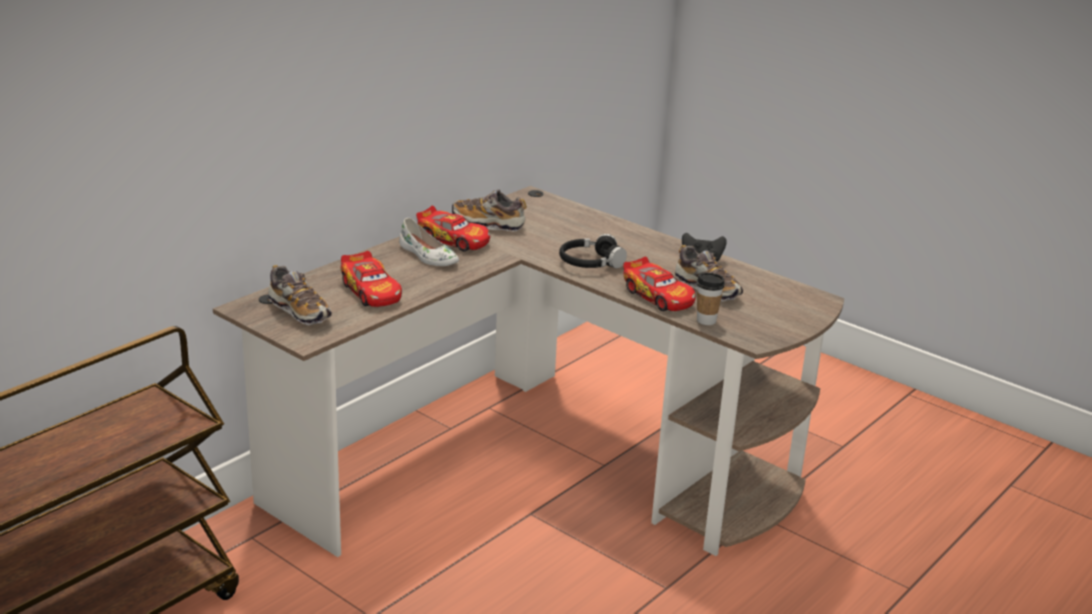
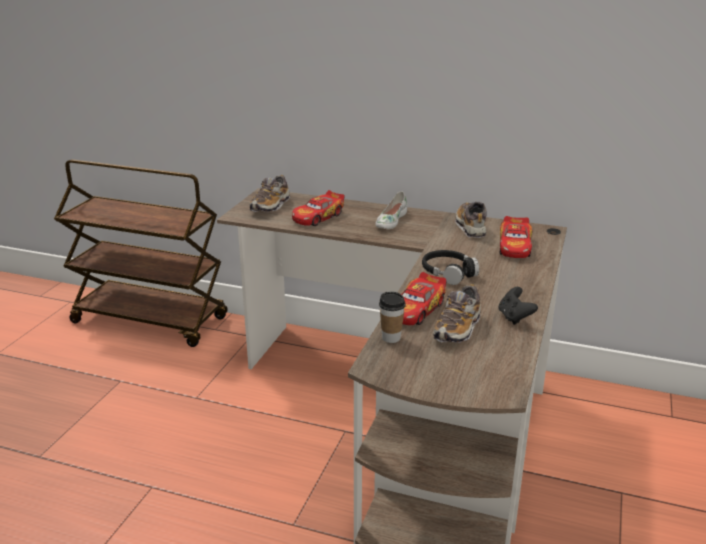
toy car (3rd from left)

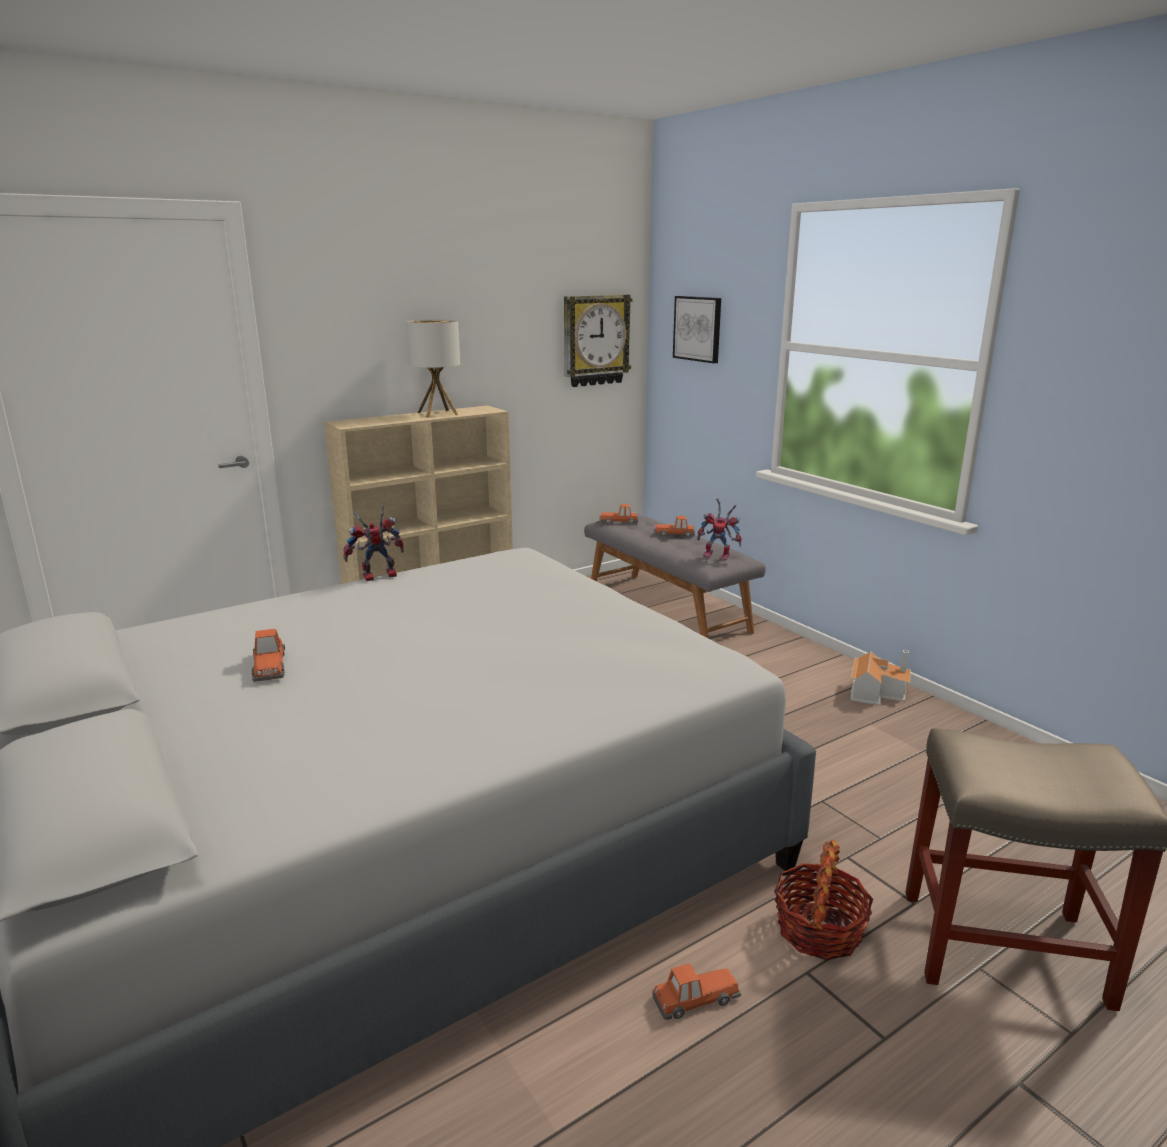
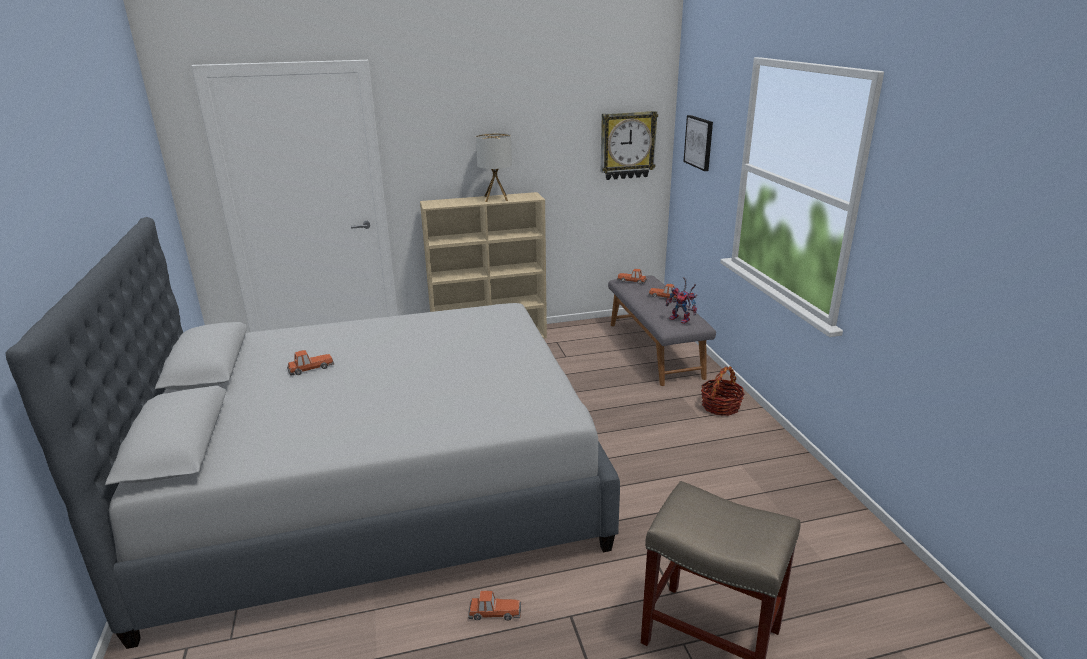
toy robot (1st from left in the first image)
toy car (1st from left)
toy house
basket

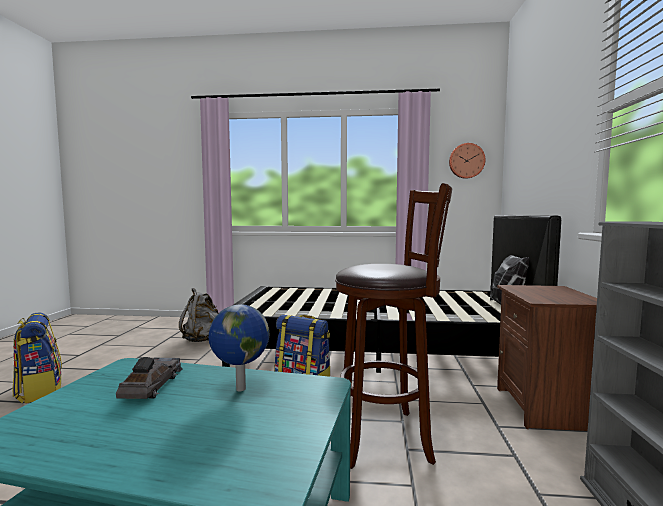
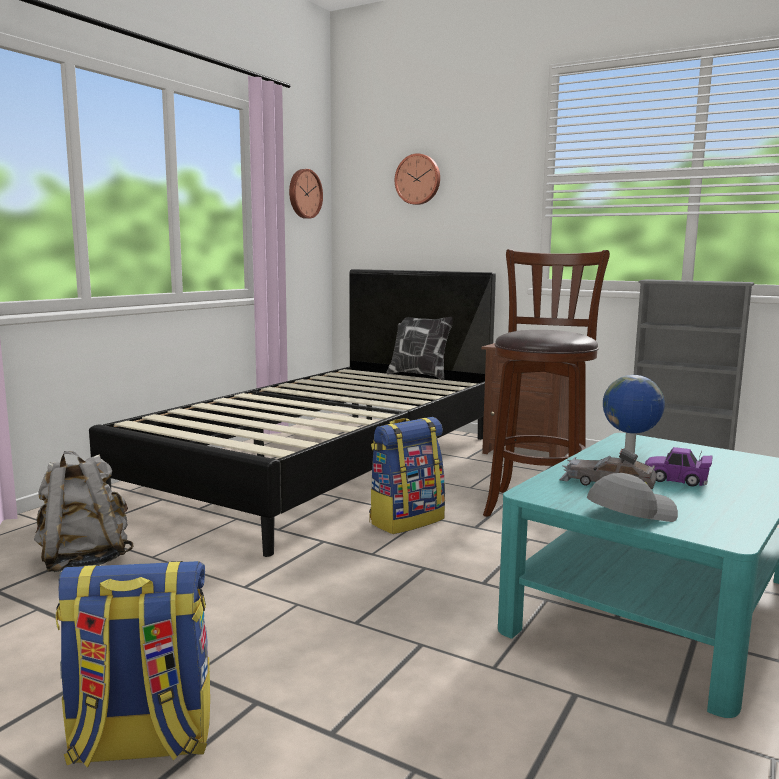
wall clock (2nd from left)
purple toy car
grey cap

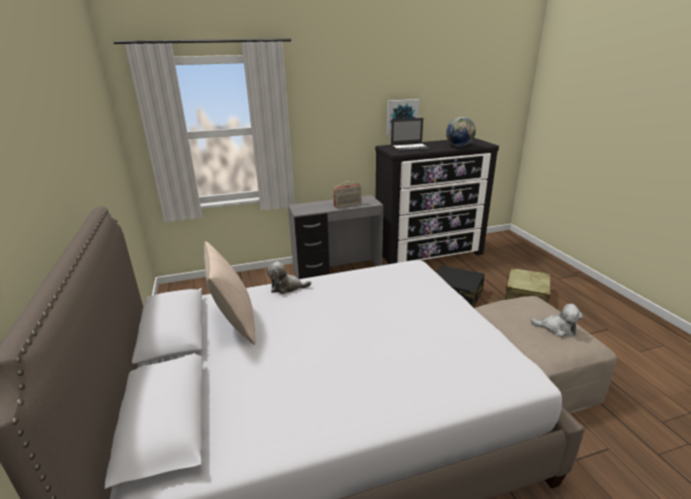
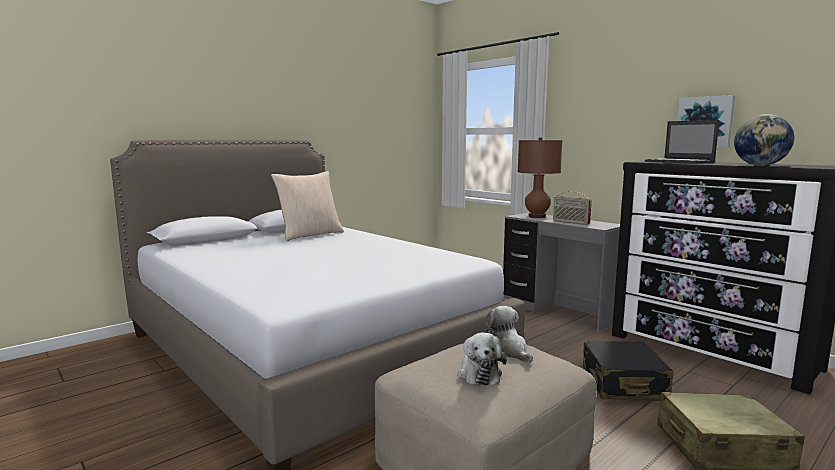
plush toy (2nd from left)
brown table lamp

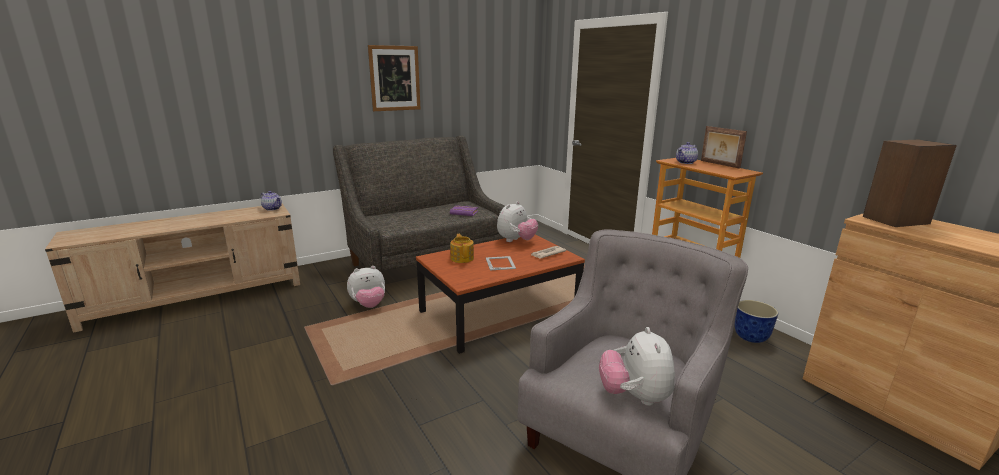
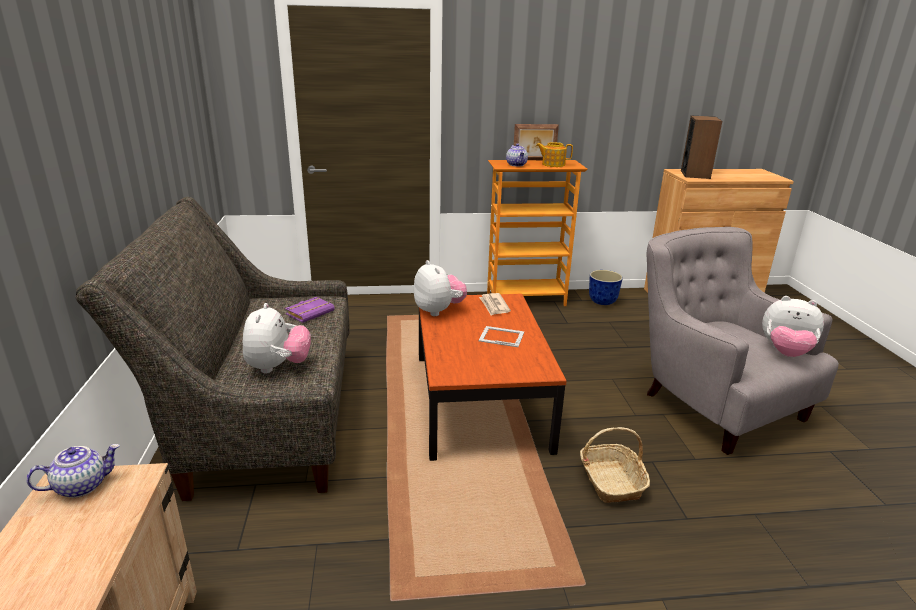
picture
teapot (3rd from left)
plush toy (1st from left)
basket

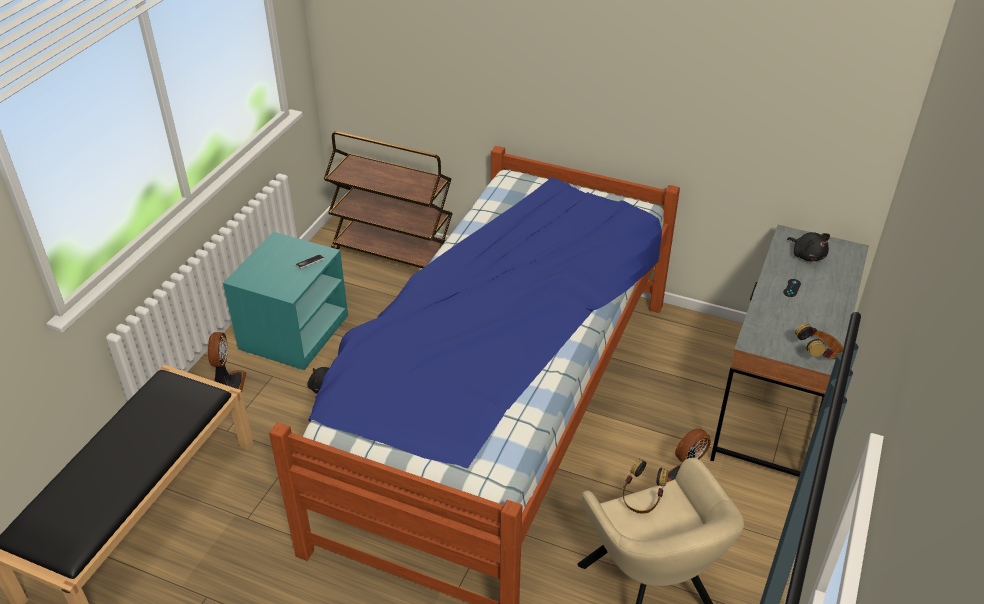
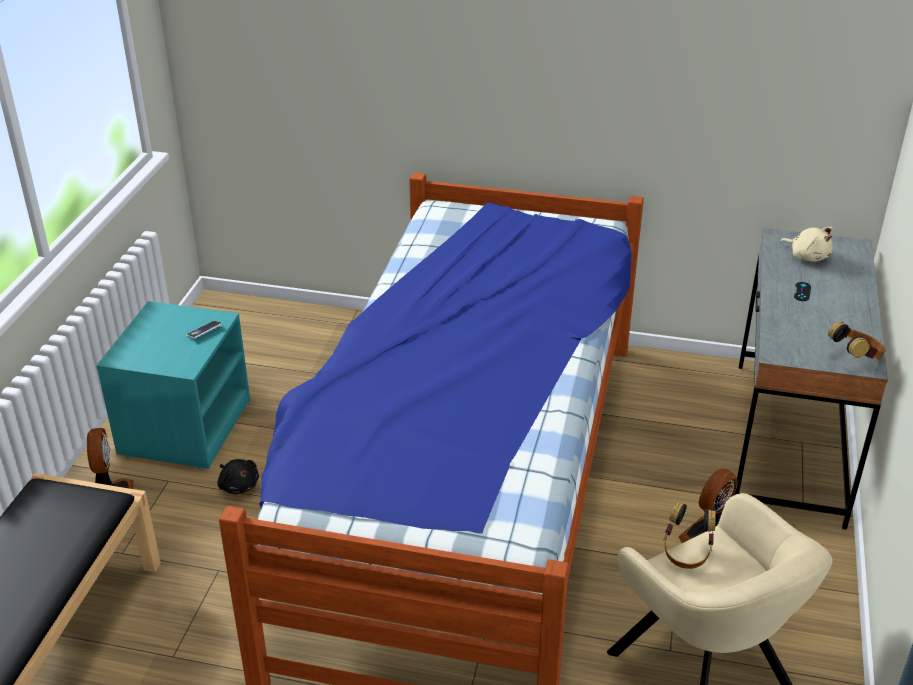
brown cart
beige plush toy

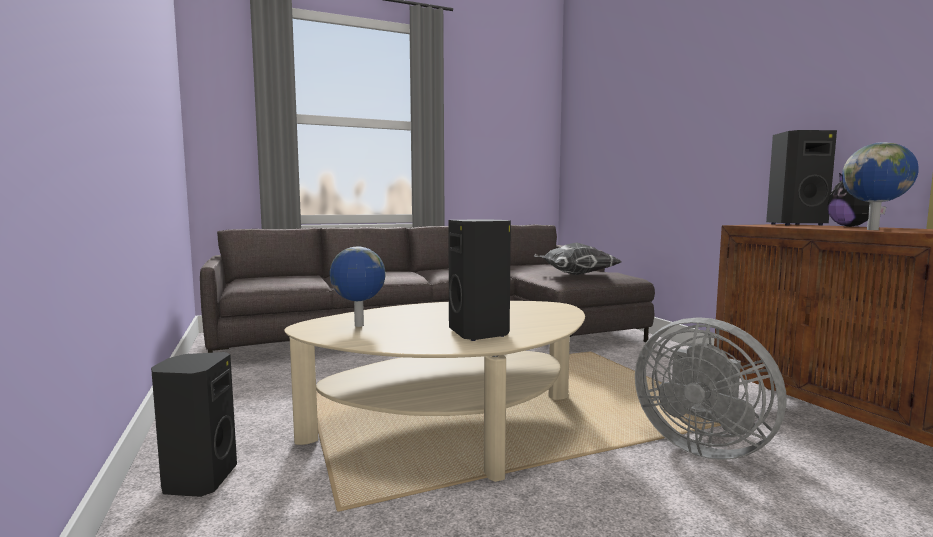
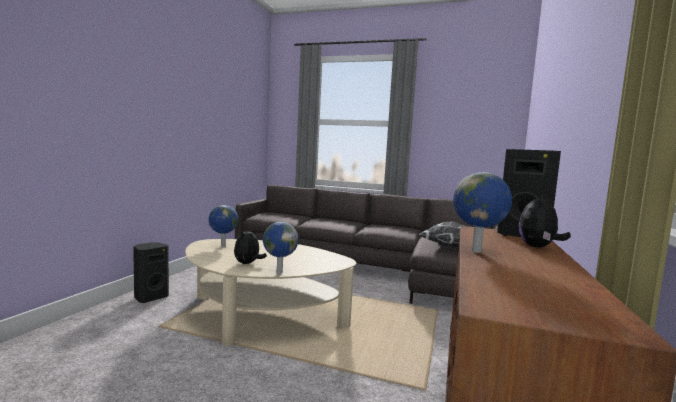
plush toy (1st from left)
grey fan
globe (2nd from left)

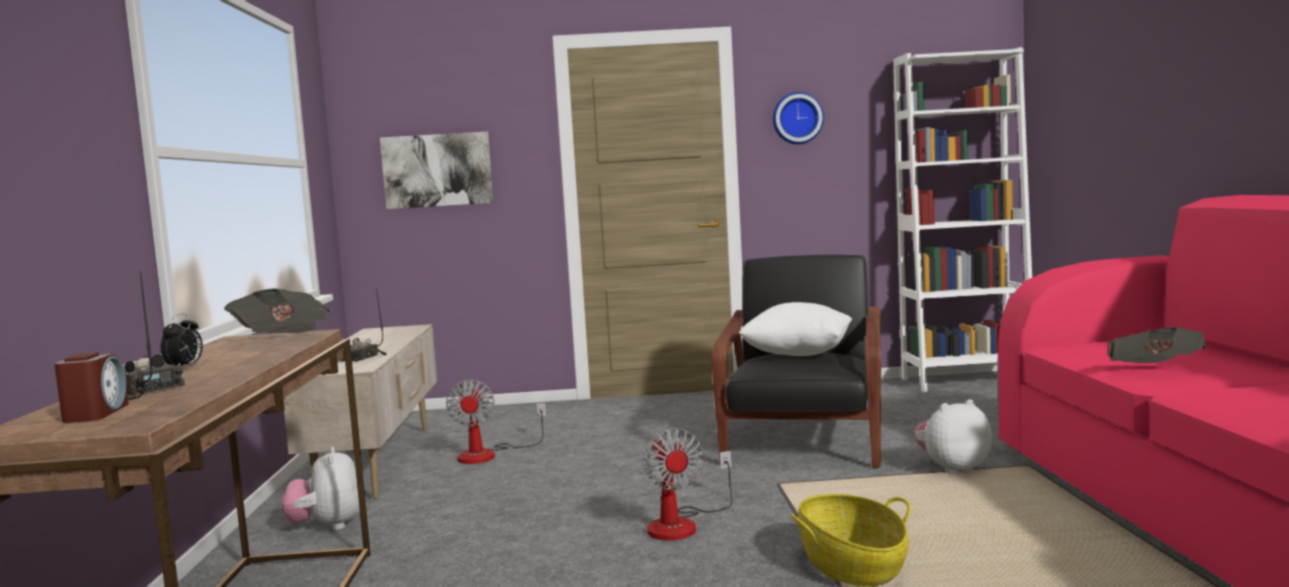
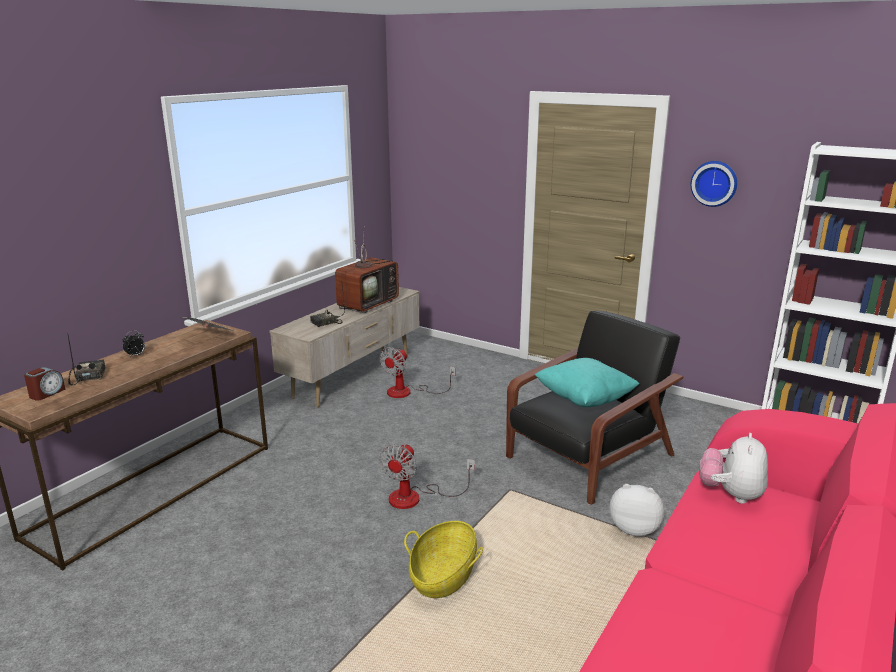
picture
turquoise pillow
newspaper (2nd from left in the first image)
plush toy (2nd from left)
television

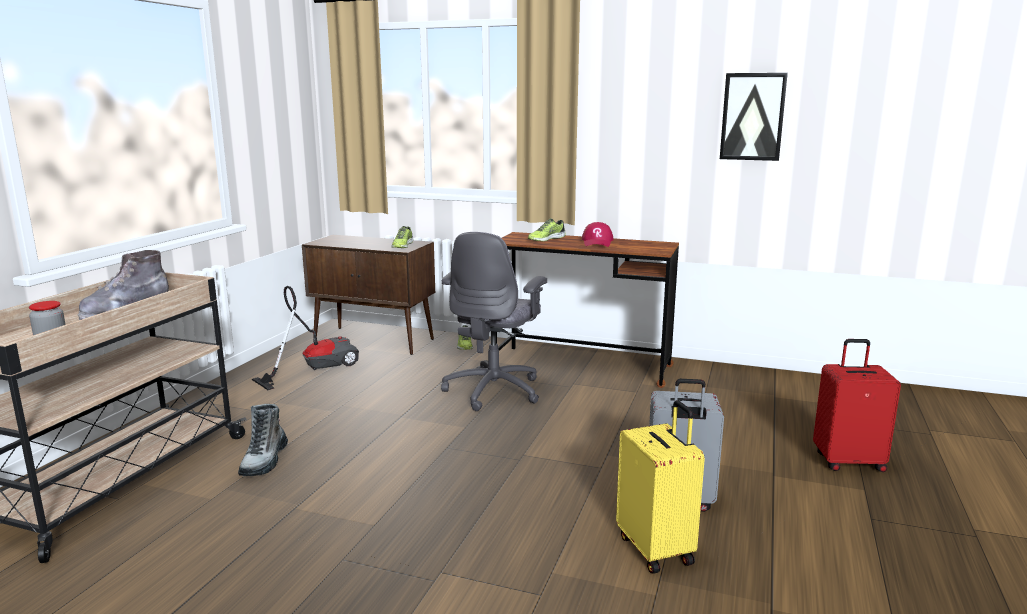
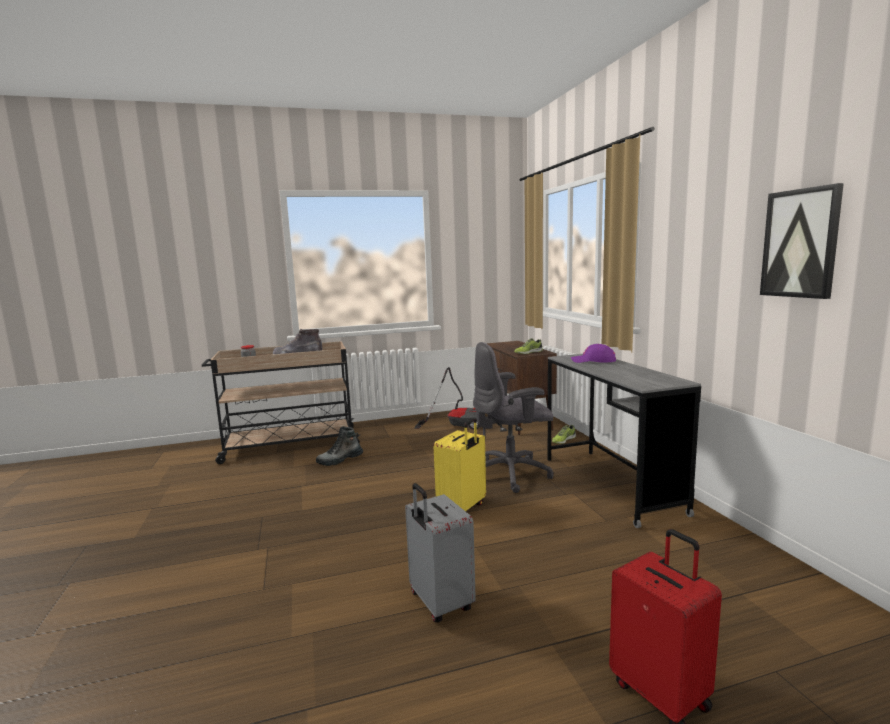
purple cap
red cap
grey desk
yellow suitcase

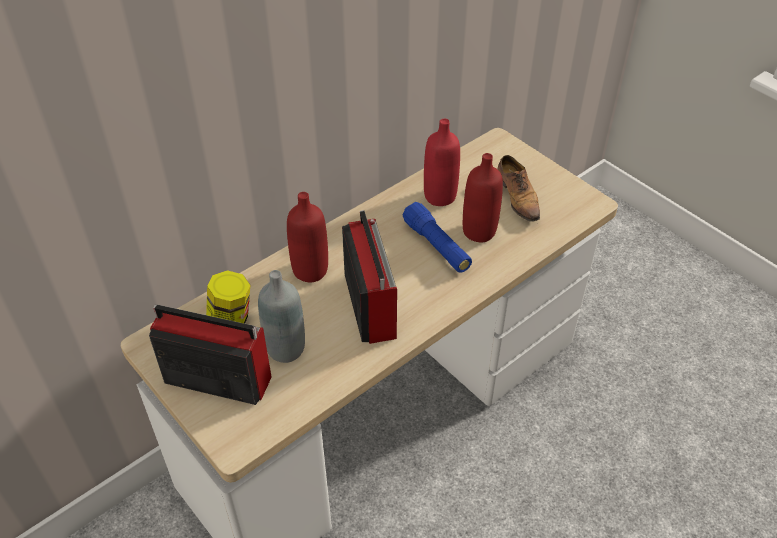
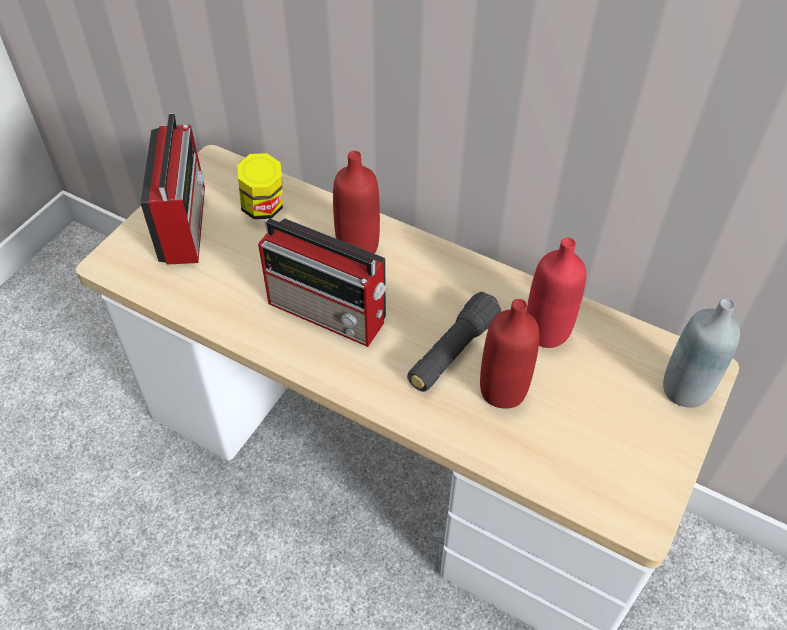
shoe
black flashlight
radio (2nd from left)
grey bottle

